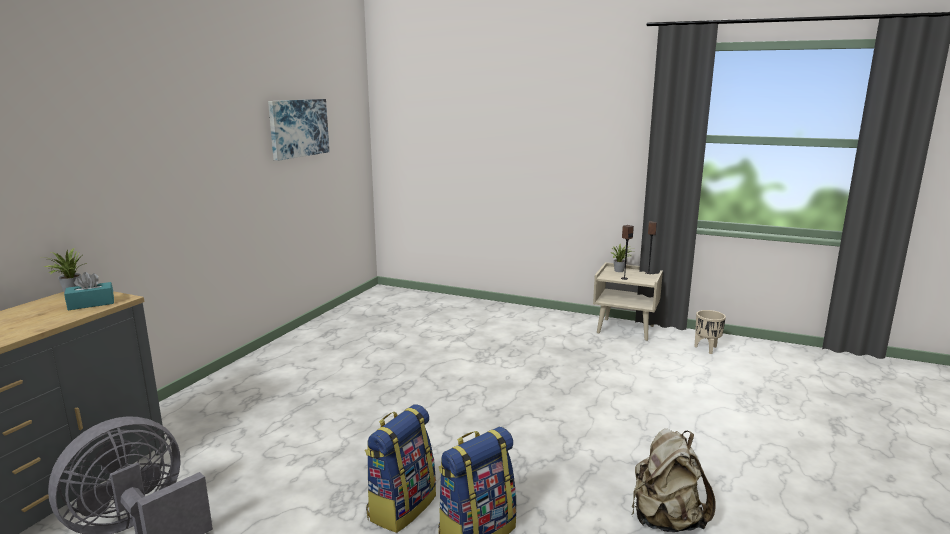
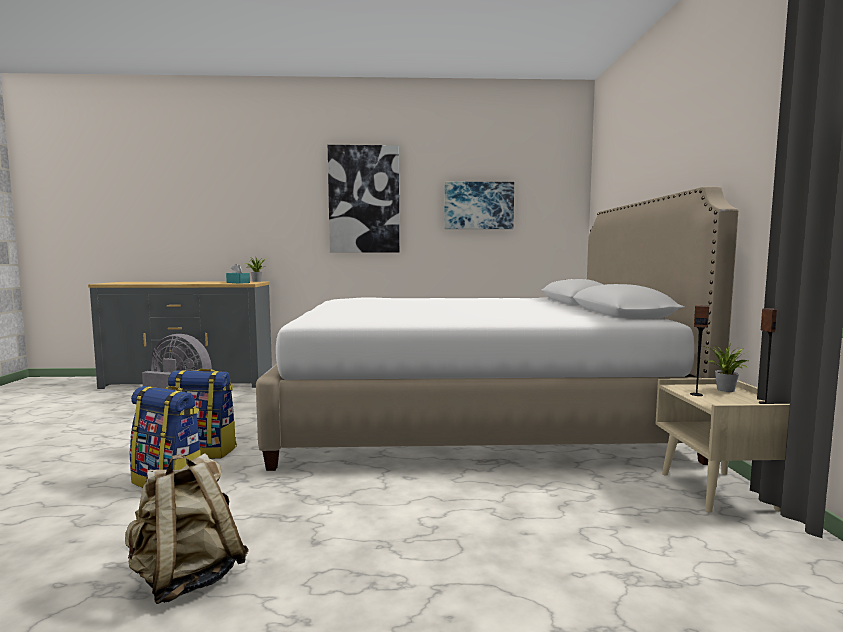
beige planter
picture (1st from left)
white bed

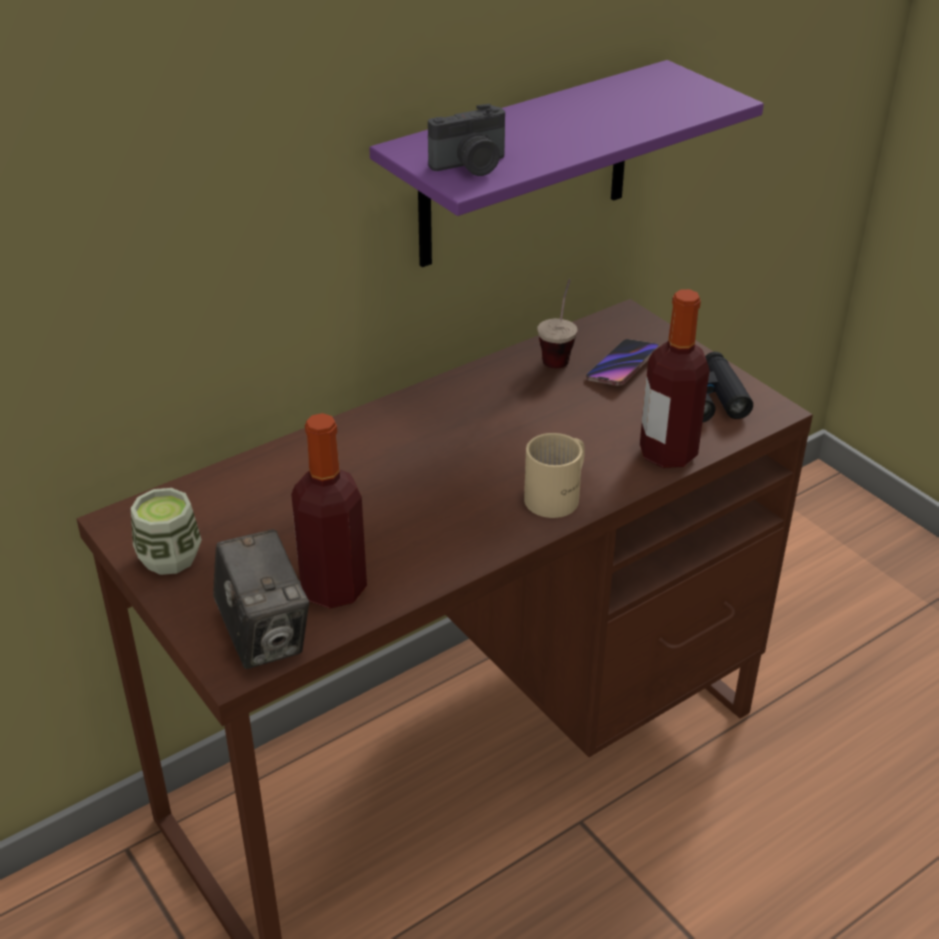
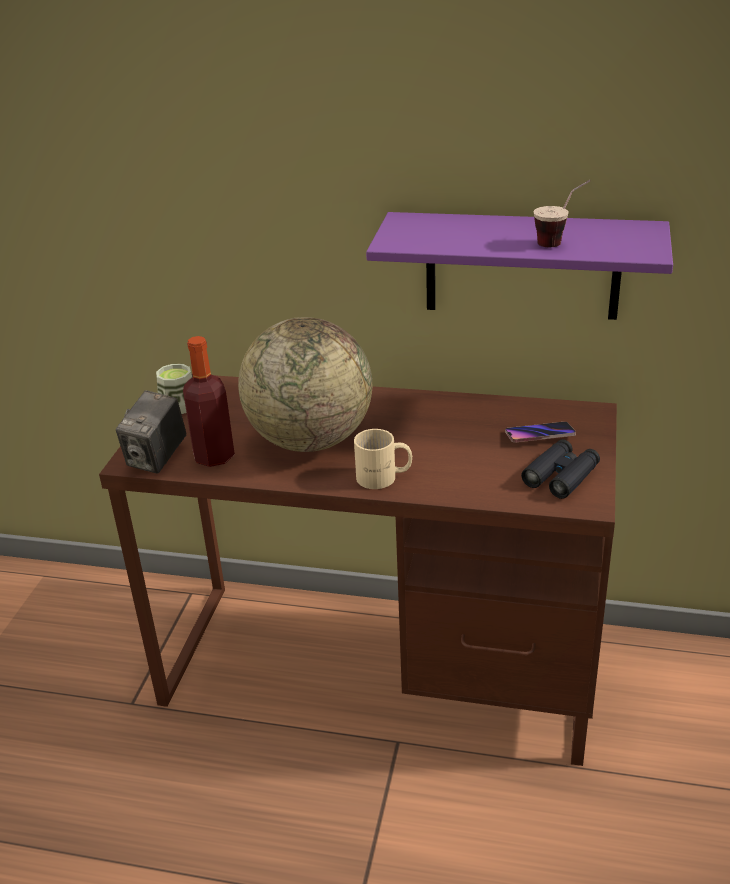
photo camera (2nd from left in the first image)
cup (2nd from left)
bottle (2nd from left in the first image)
globe

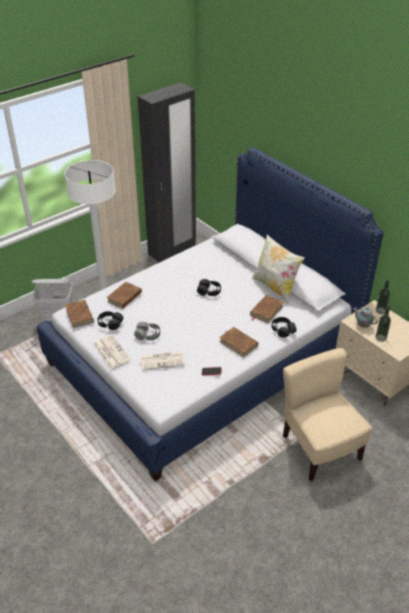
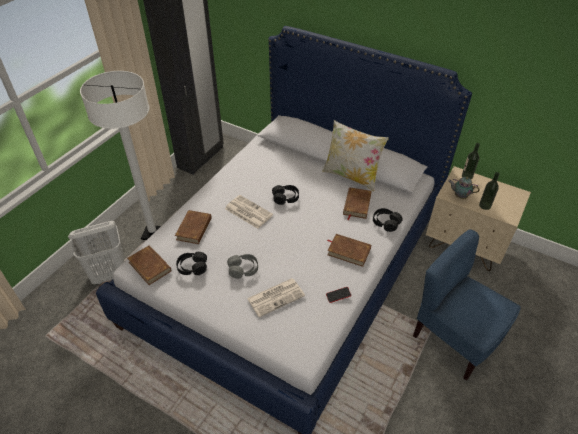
newspaper (1st from left)
blue chair

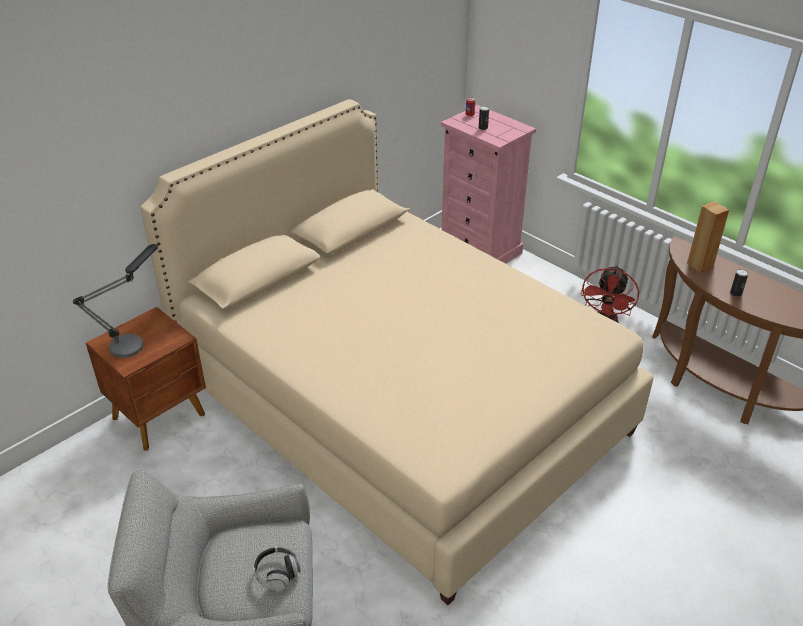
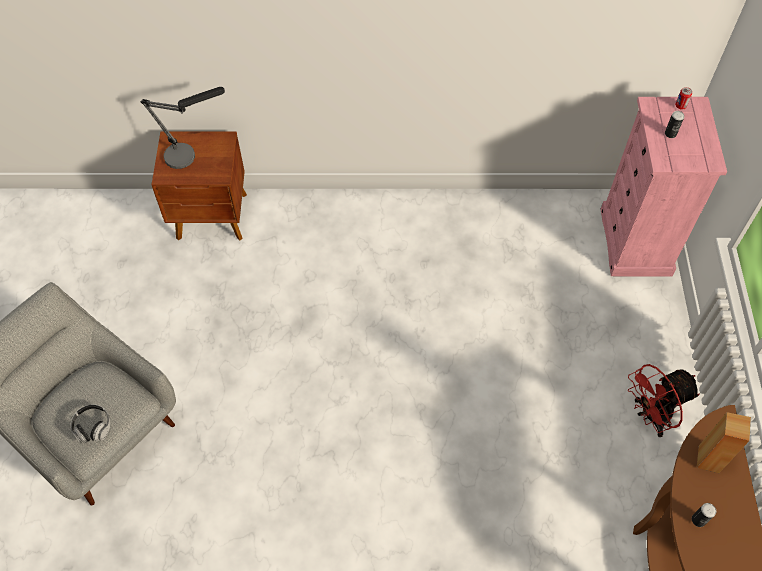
beige bed

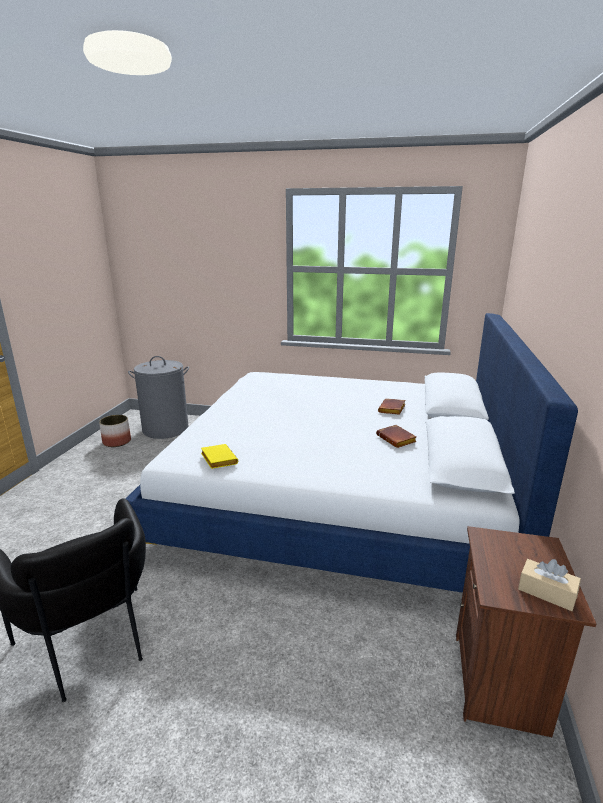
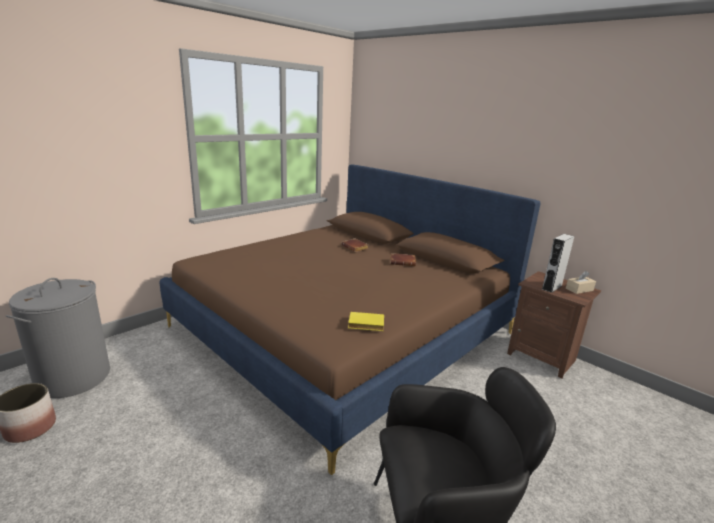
brown bed
grey speaker

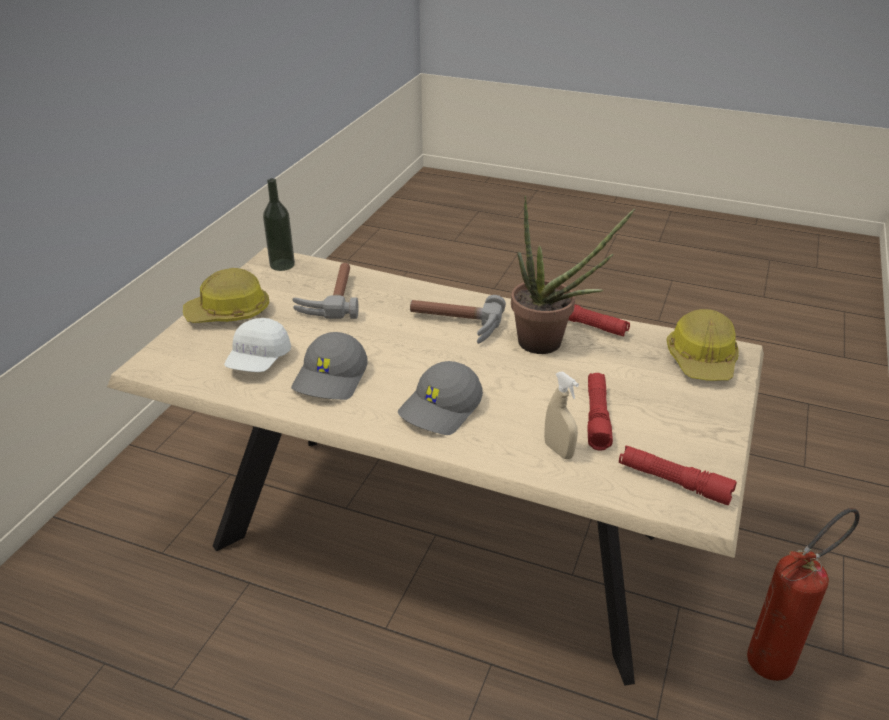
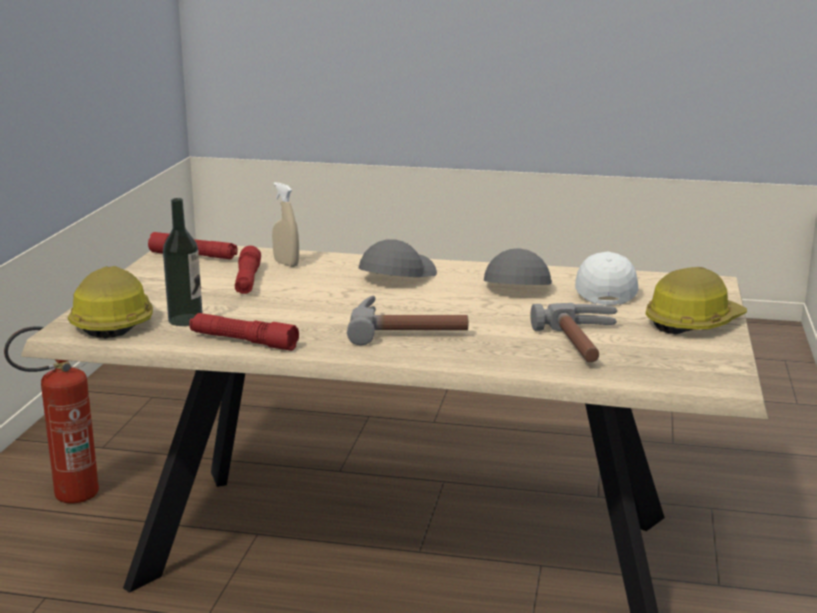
bottle
potted plant

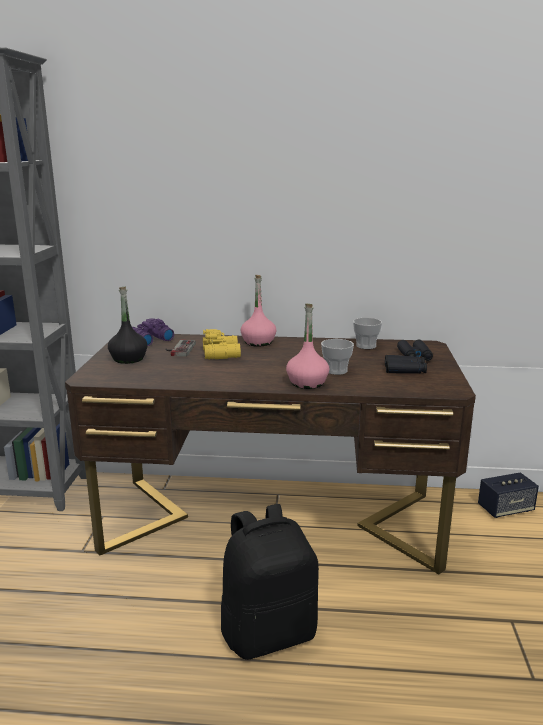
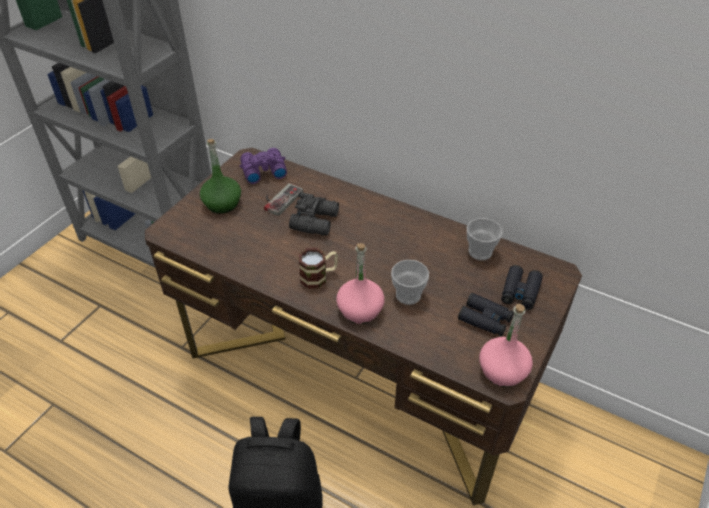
pink bottle (2nd from left)
green bottle
black binoculars (1st from left)
speaker
mug

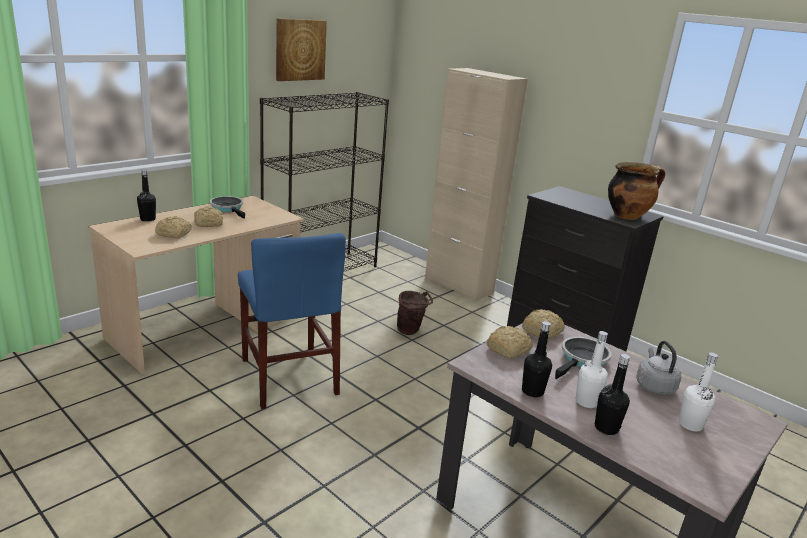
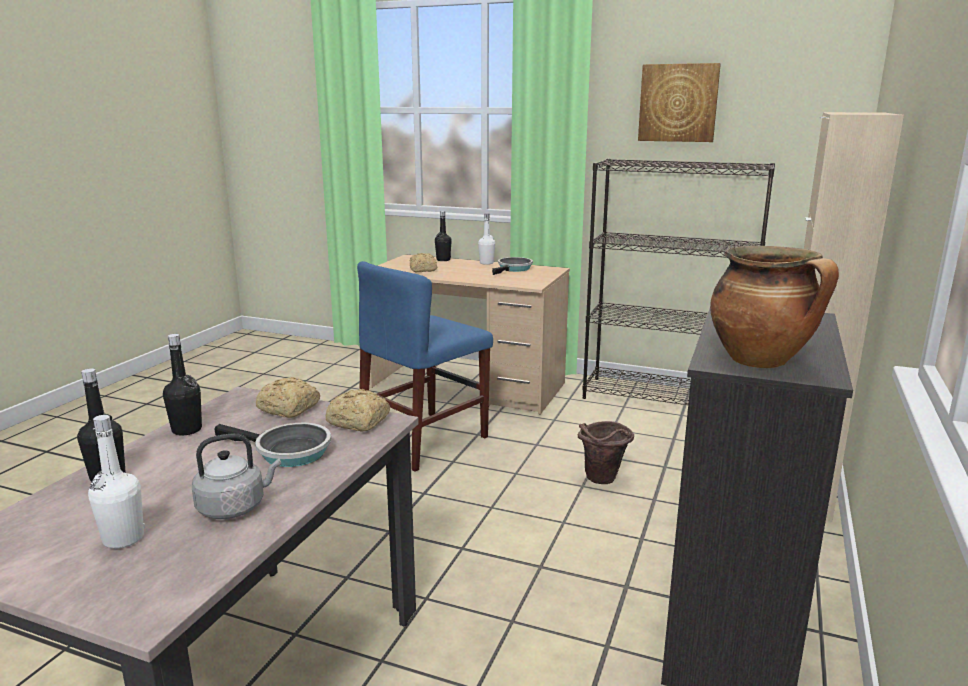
bread (2nd from left in the first image)
white bottle (2nd from left)

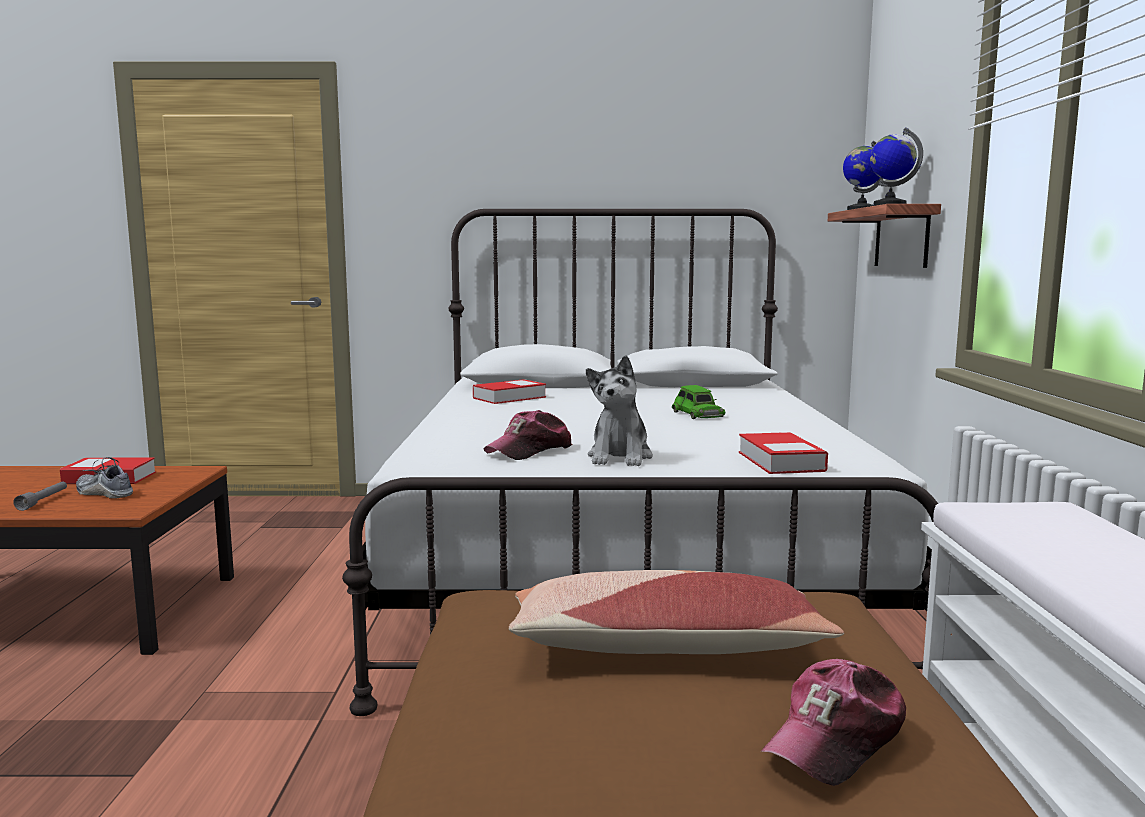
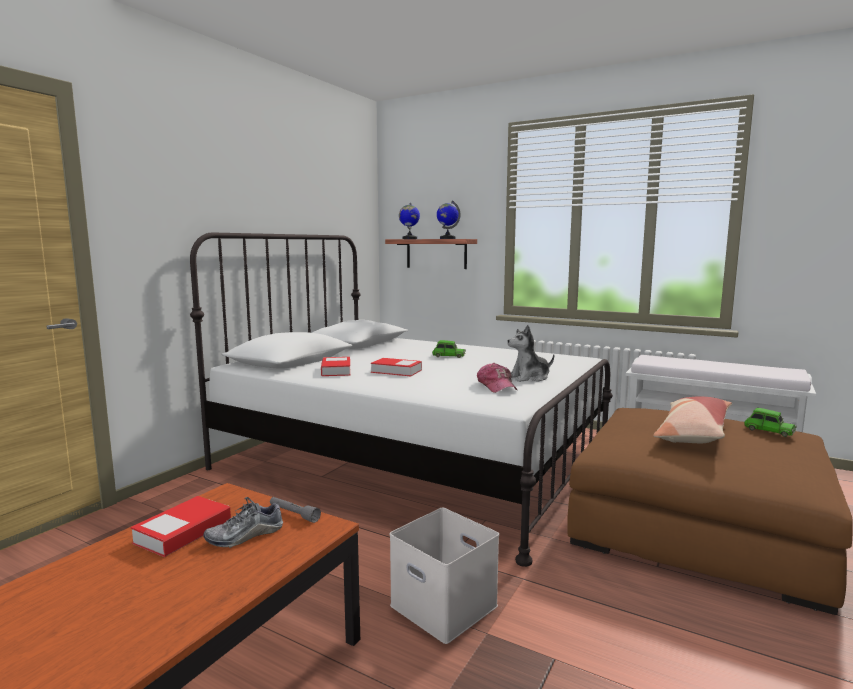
plush toy
book (3rd from left)
grey flashlight
green toy car (2nd from left)
white storage box

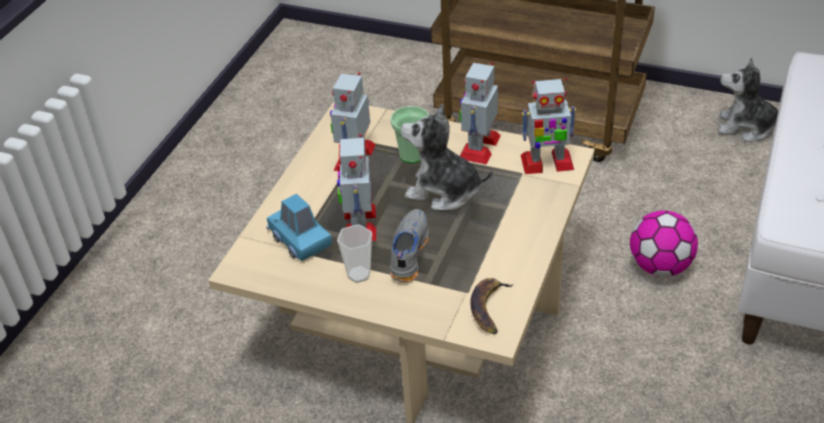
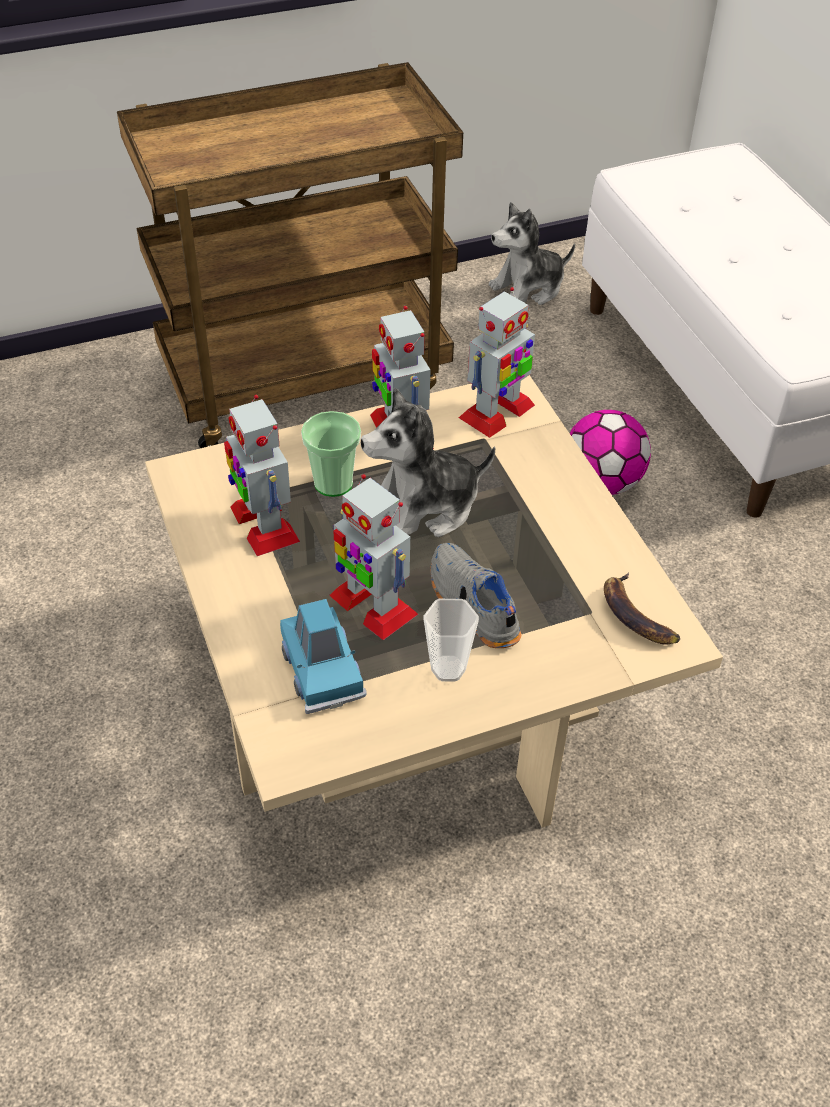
blue toy car

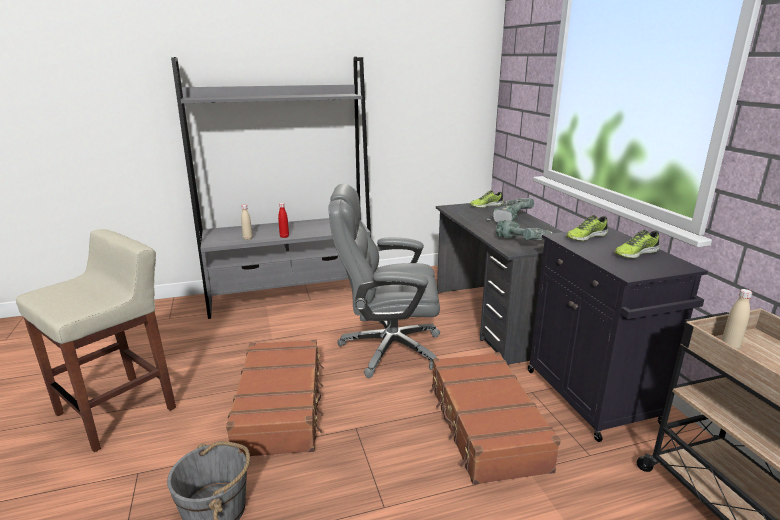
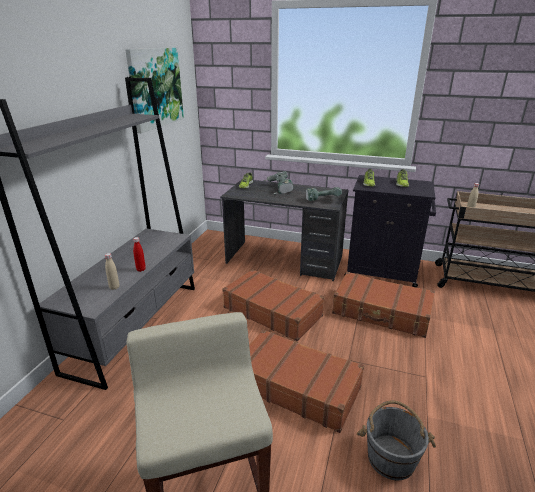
brown suitcase (1st from left)
picture

